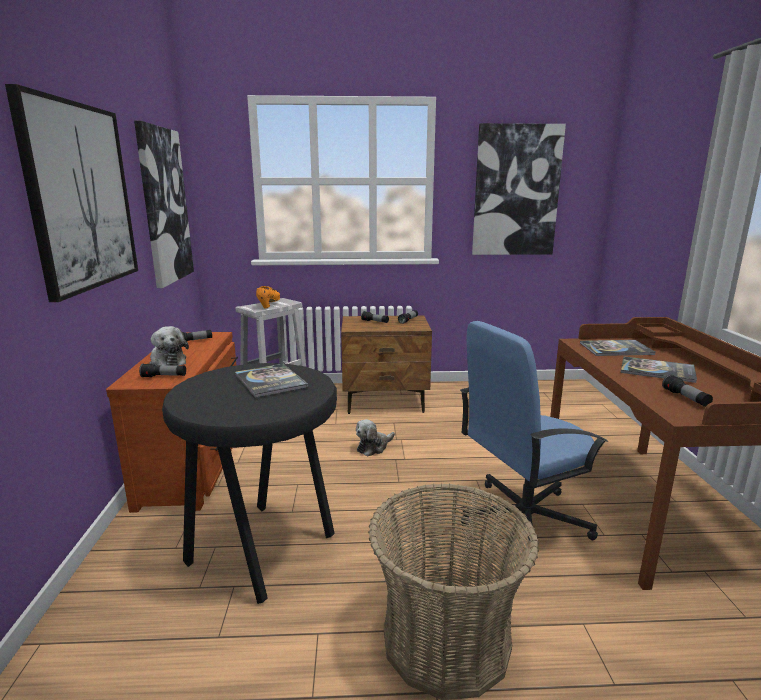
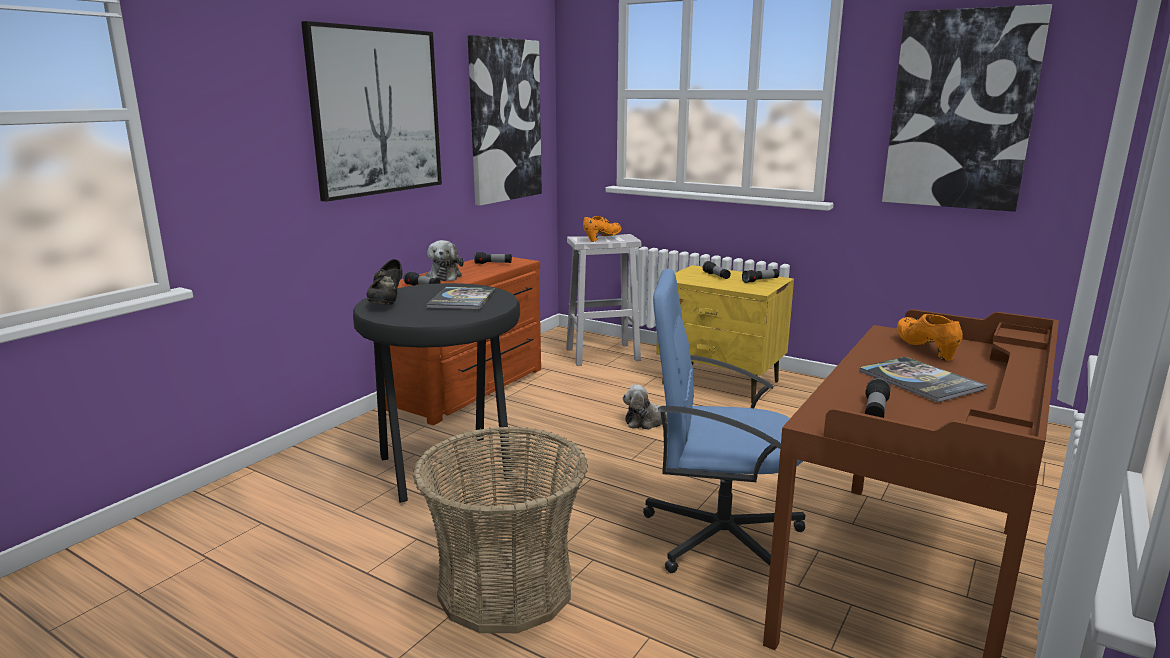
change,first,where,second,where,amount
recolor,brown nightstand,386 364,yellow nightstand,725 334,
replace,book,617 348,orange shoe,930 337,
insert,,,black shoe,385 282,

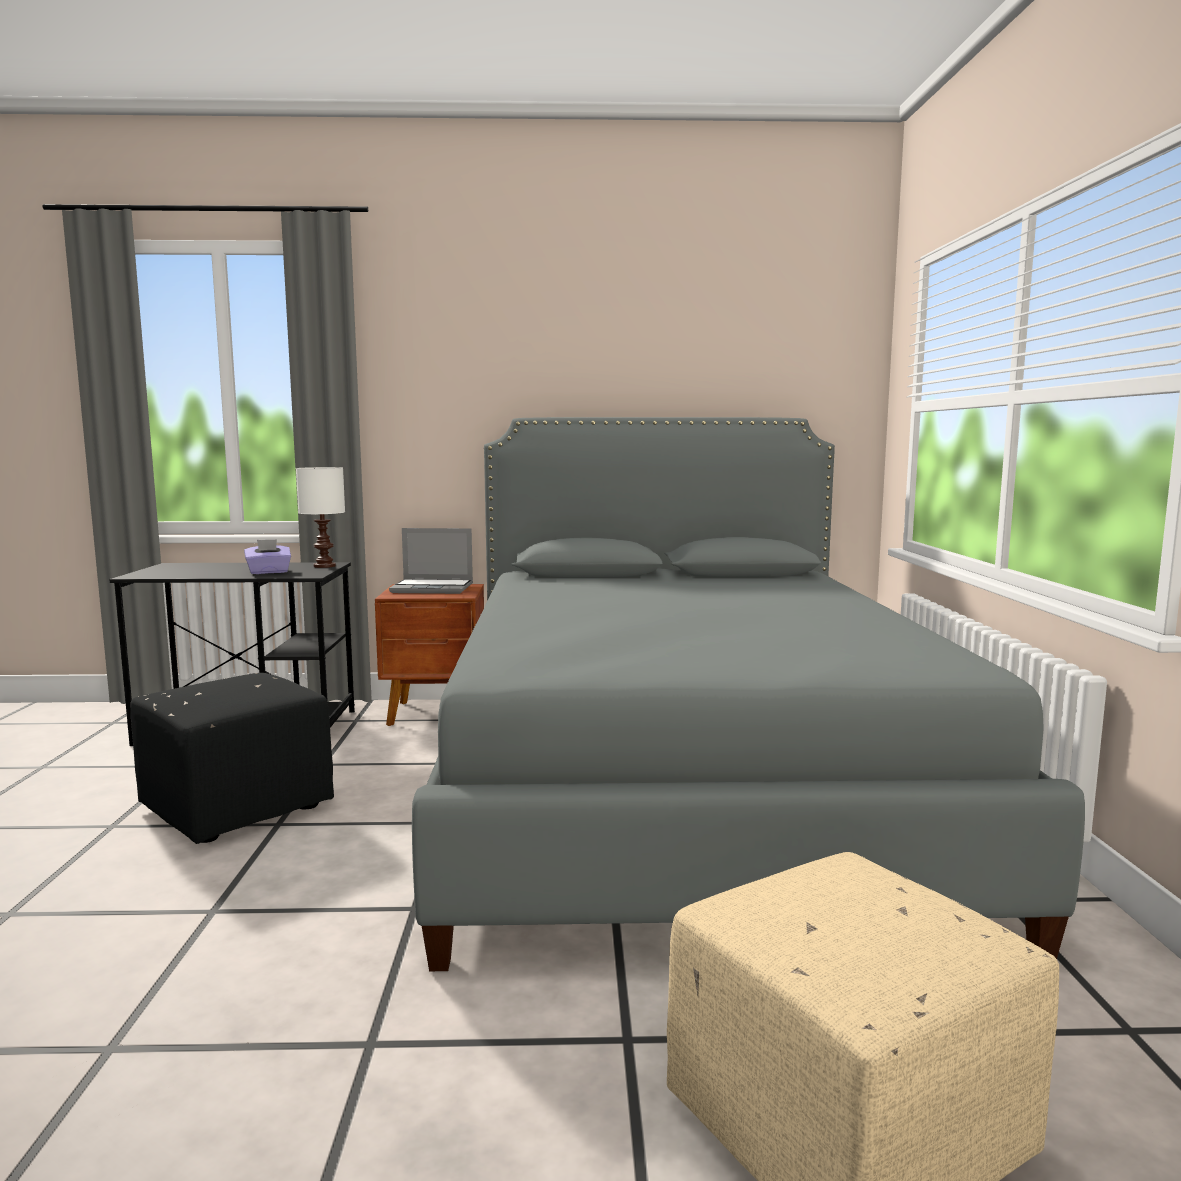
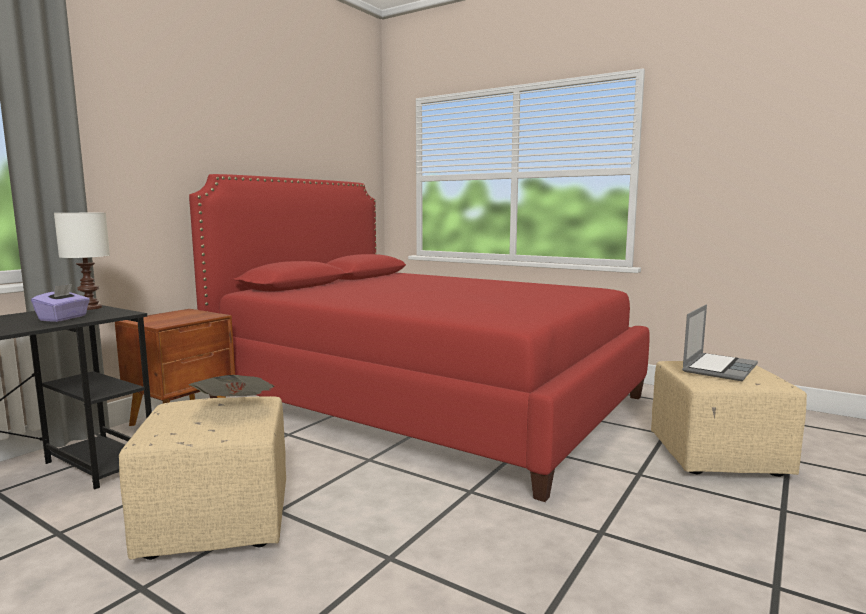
change,first,where,second,where,amount
recolor,grey bed,748 694,red bed,419 338,
move,laptop,431 561,,720 342,
recolor,black ottoman,232 758,beige ottoman,202 478,
insert,,,newspaper,231 386,

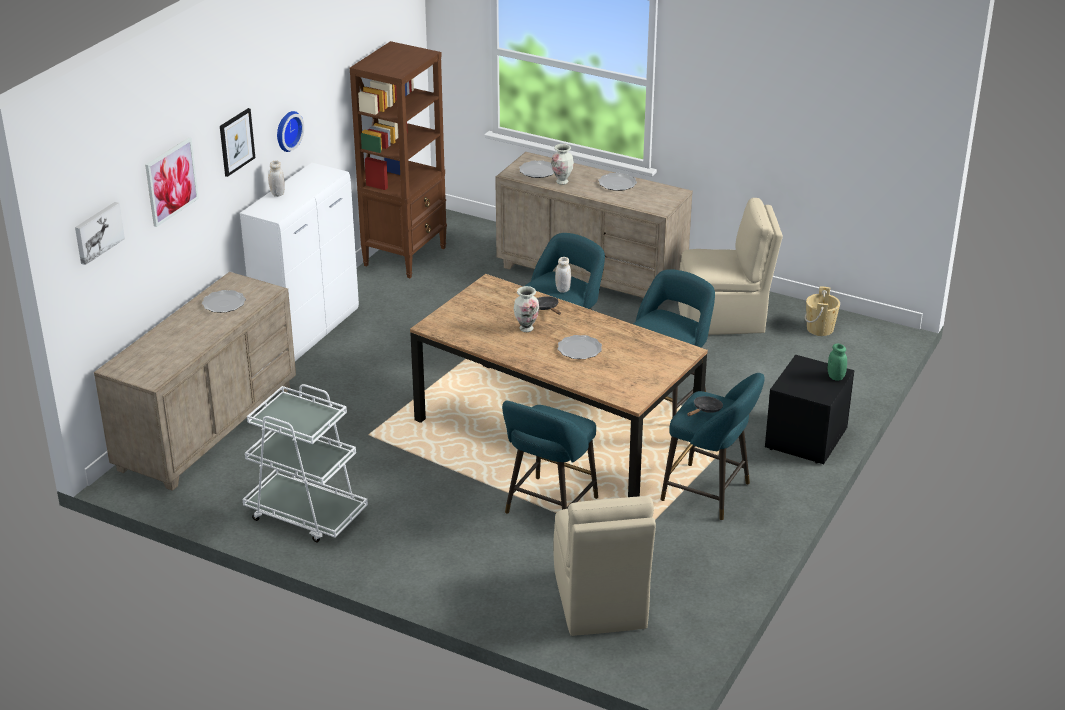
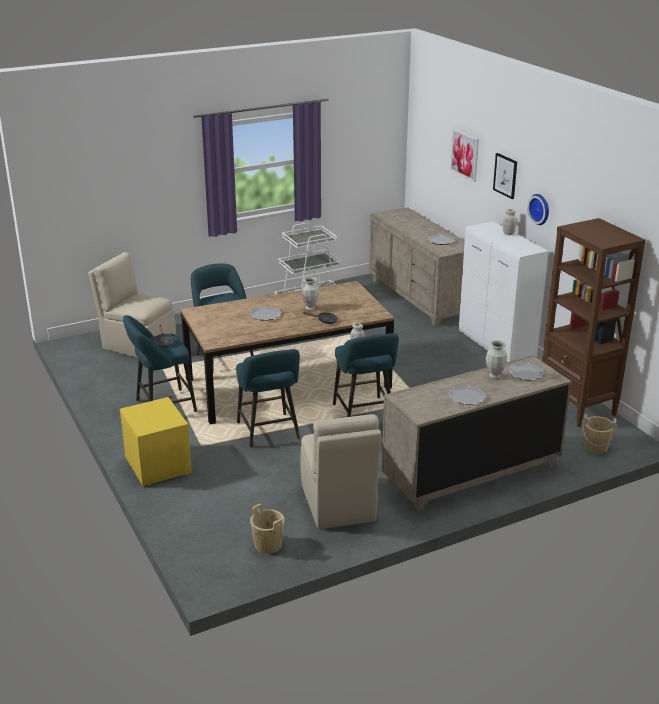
change,first,where,second,where,amount
rotate,beige chair,730 266,,340 471,45 degrees counterclockwise
delete,picture,100 233,,,
delete,green jar,837 362,,,
recolor,black nightstand,810 409,yellow nightstand,156 441,
insert,,,beige bucket,599 434,

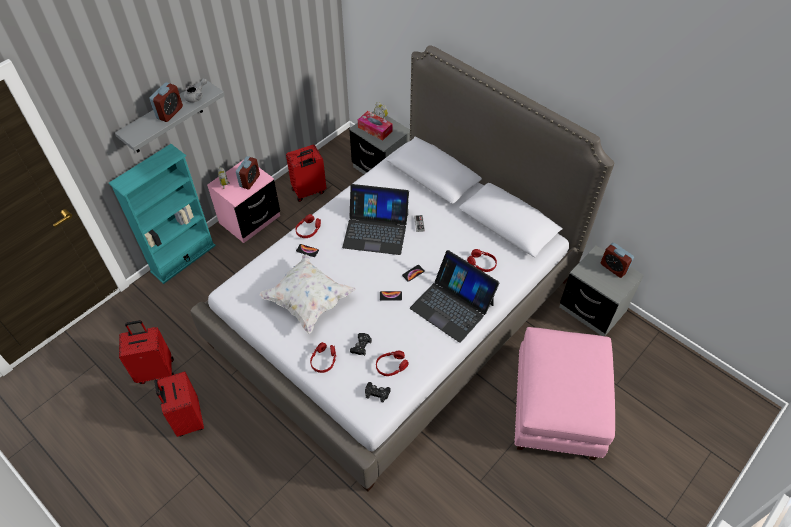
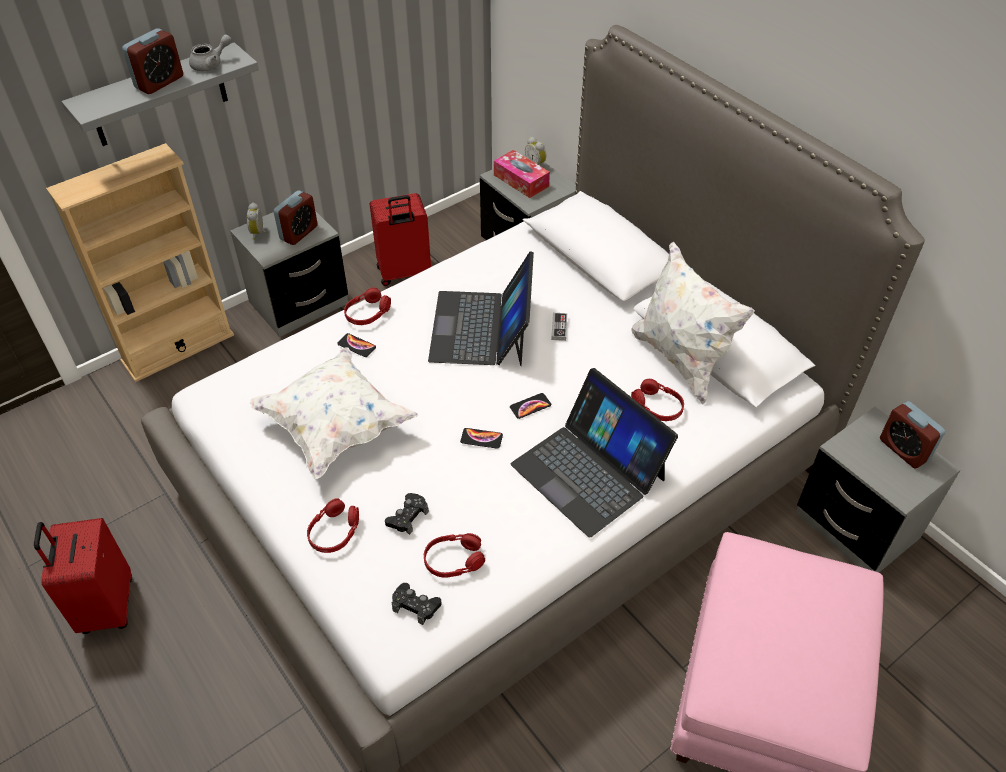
change,first,where,second,where,amount
recolor,turquoise bookcase,162 214,beige bookcase,140 262,
recolor,pink nightstand,243 202,grey nightstand,289 274,
rotate,laptop,375 219,,481 308,75 degrees clockwise
delete,red suitcase,146 352,,,
insert,,,white pillow,693 323,

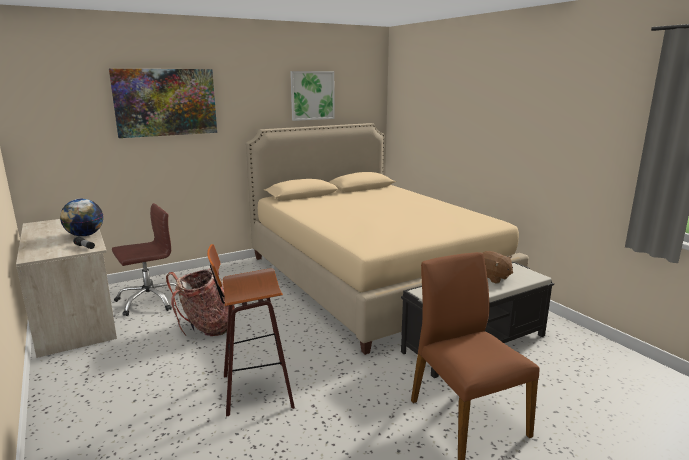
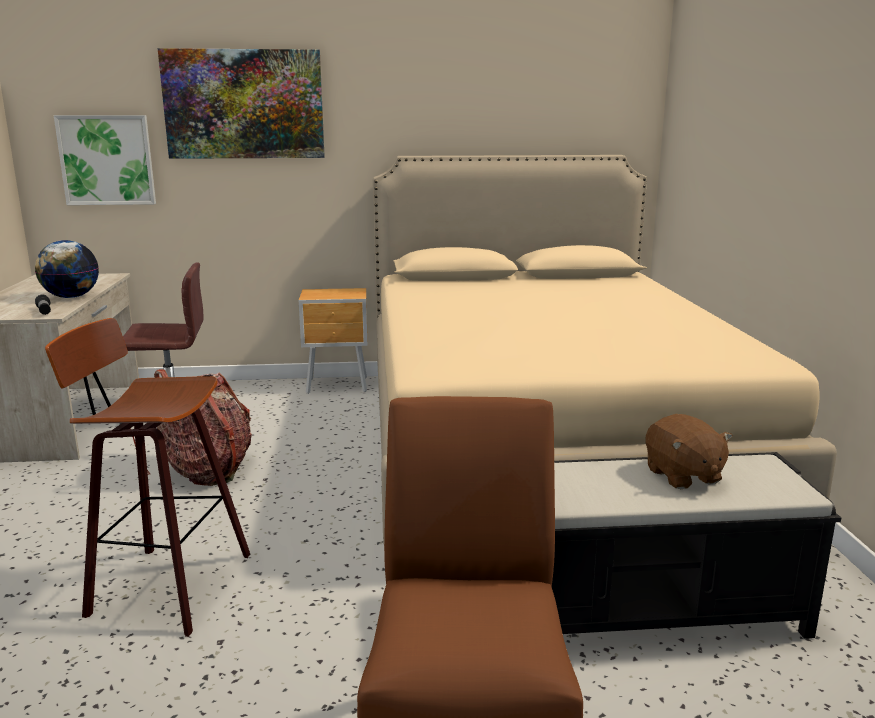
change,first,where,second,where,amount
move,picture,312 96,,105 160,
insert,,,brown nightstand,333 341,

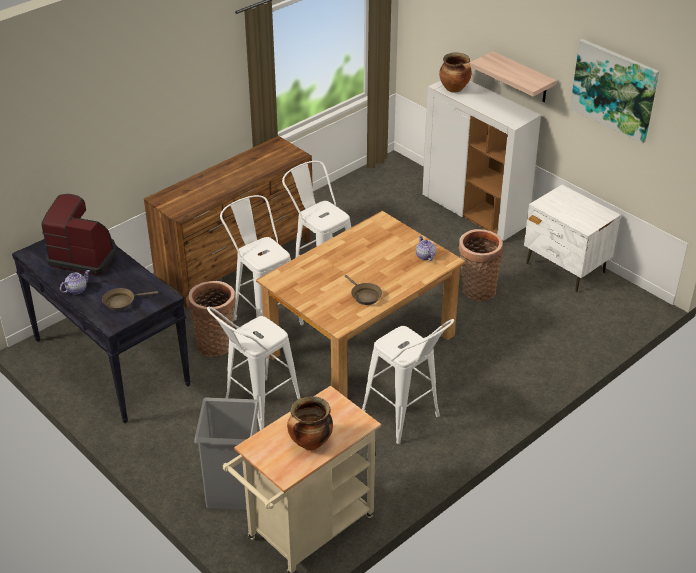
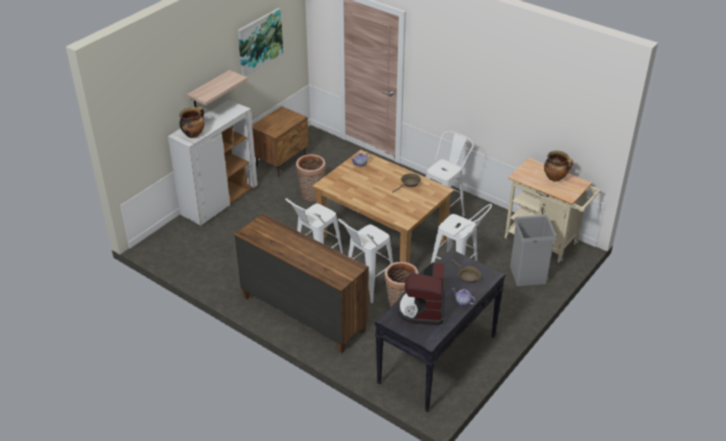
change,first,where,second,where,amount
recolor,white nightstand,572 238,brown nightstand,280 141,

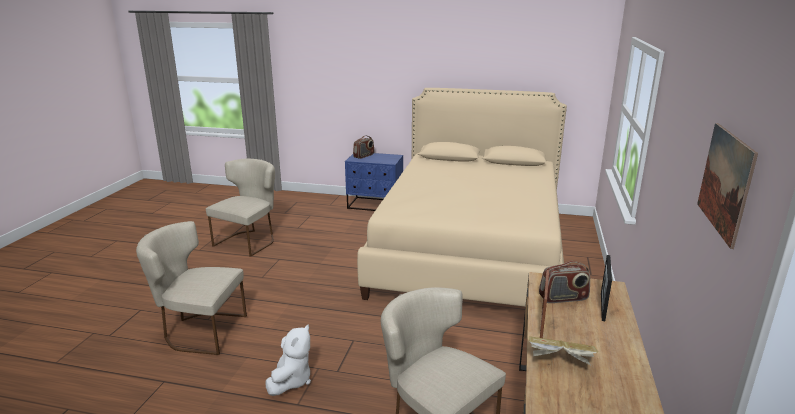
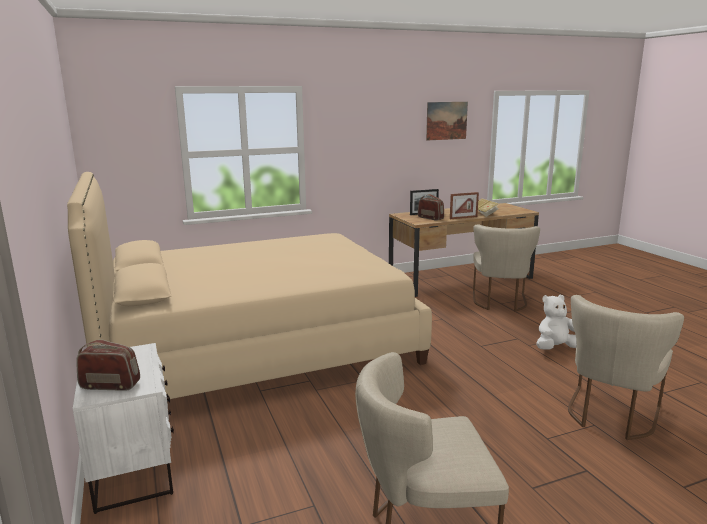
change,first,where,second,where,amount
recolor,blue nightstand,374 182,white nightstand,123 428,
rotate,beige chair,191 288,,626 367,60 degrees clockwise

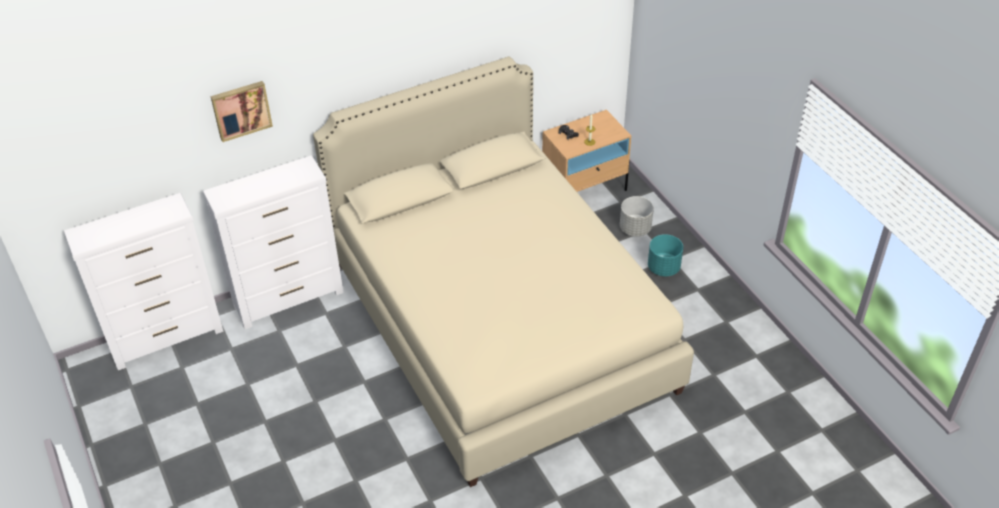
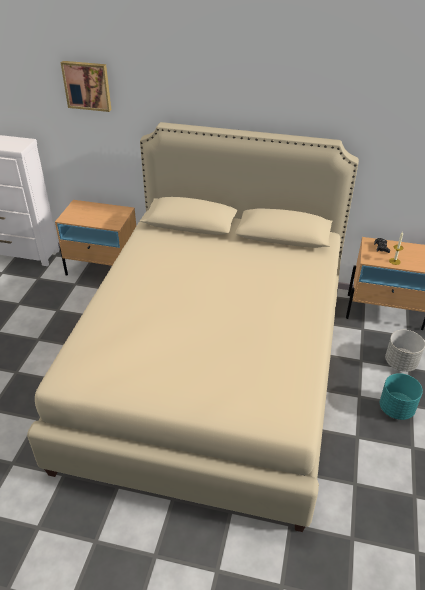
change,first,where,second,where,amount
replace,white dresser,273 242,beige nightstand,95 238,

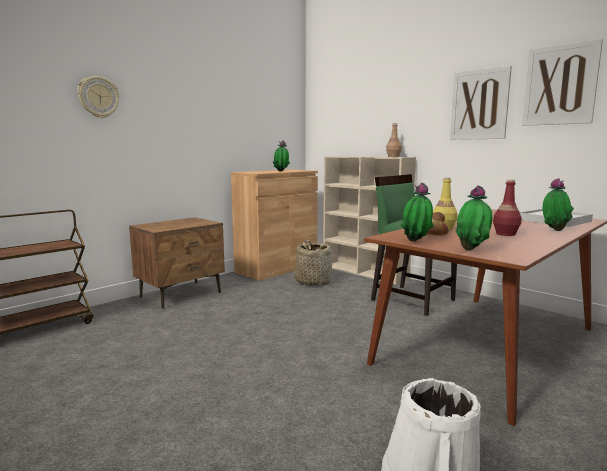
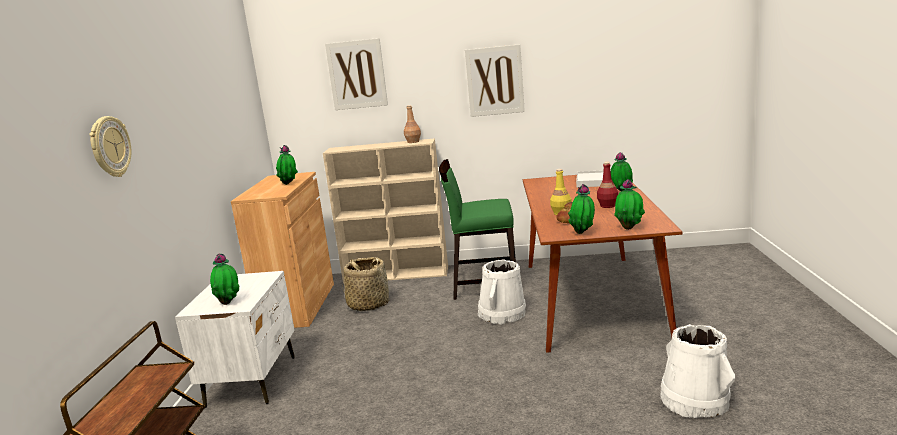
change,first,where,second,where,amount
move,picture,562 82,,356 74,
recolor,brown nightstand,177 263,white nightstand,235 339,
insert,,,potted plant,225 279,
insert,,,white bucket,502 292,

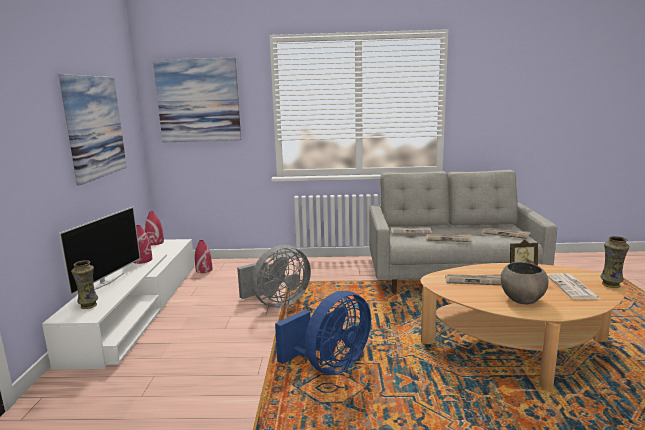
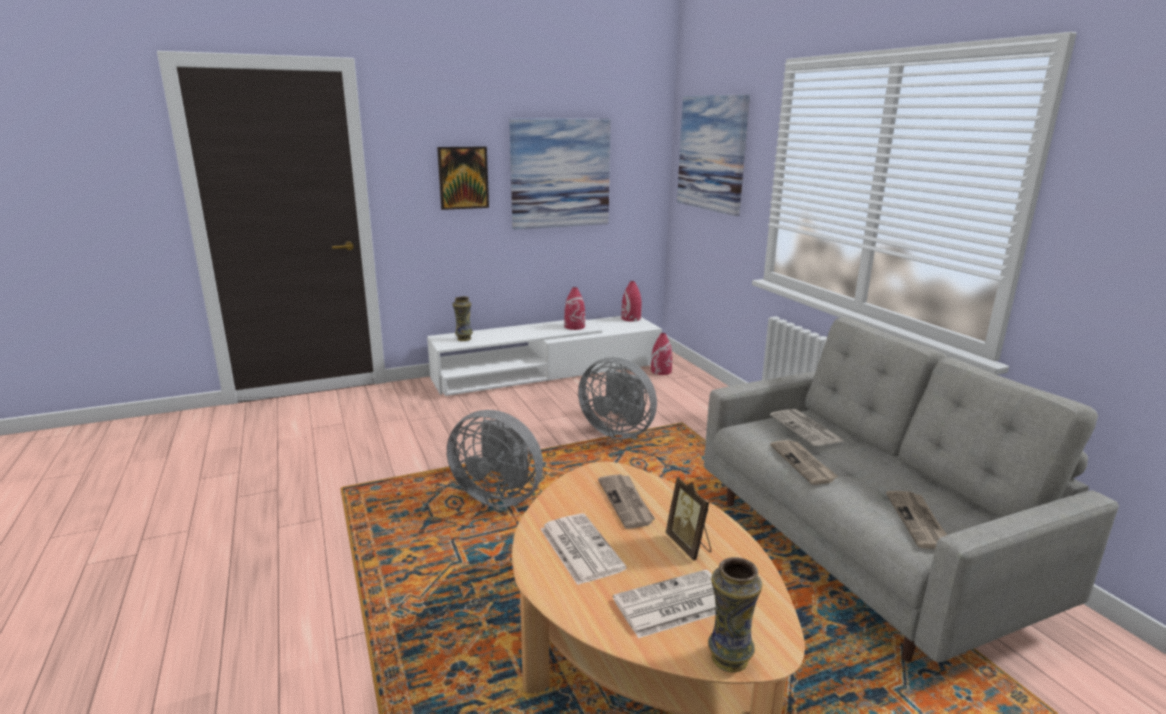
change,first,where,second,where,amount
delete,television,100 251,,,
replace,grey bowl,524 283,newspaper,584 549,
recolor,blue fan,323 333,grey fan,495 458,
insert,,,picture,463 178,

